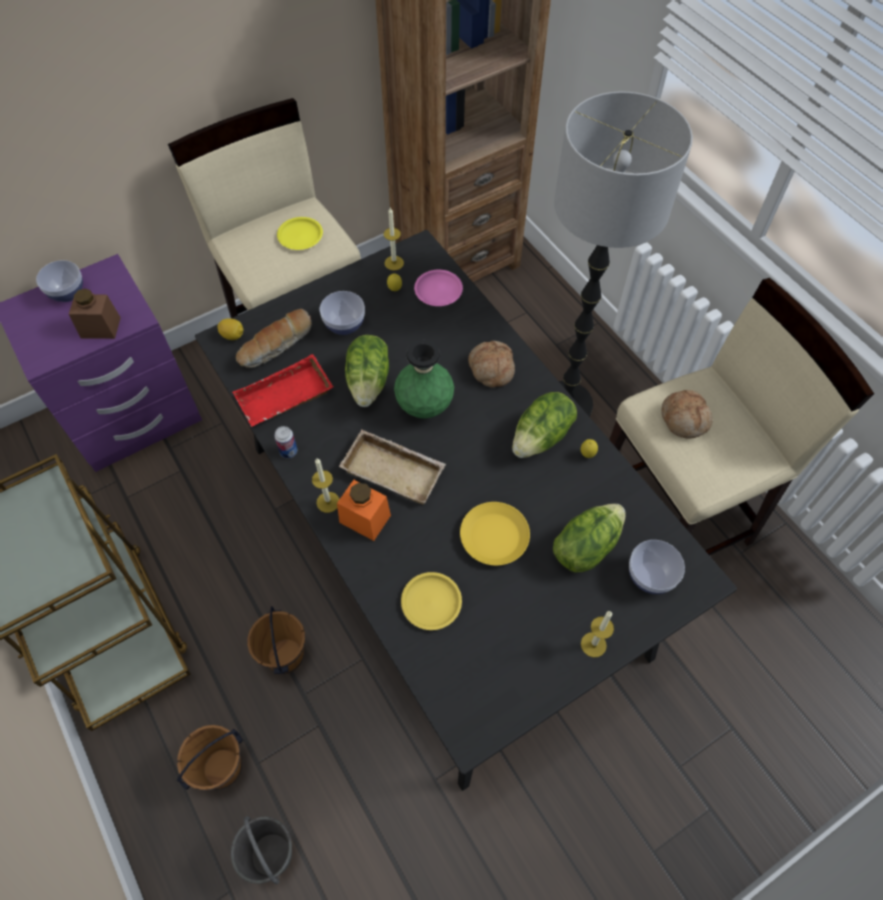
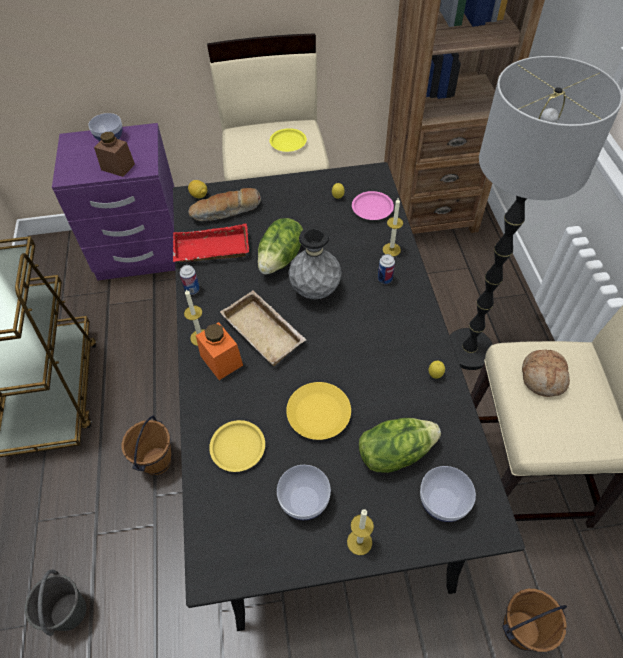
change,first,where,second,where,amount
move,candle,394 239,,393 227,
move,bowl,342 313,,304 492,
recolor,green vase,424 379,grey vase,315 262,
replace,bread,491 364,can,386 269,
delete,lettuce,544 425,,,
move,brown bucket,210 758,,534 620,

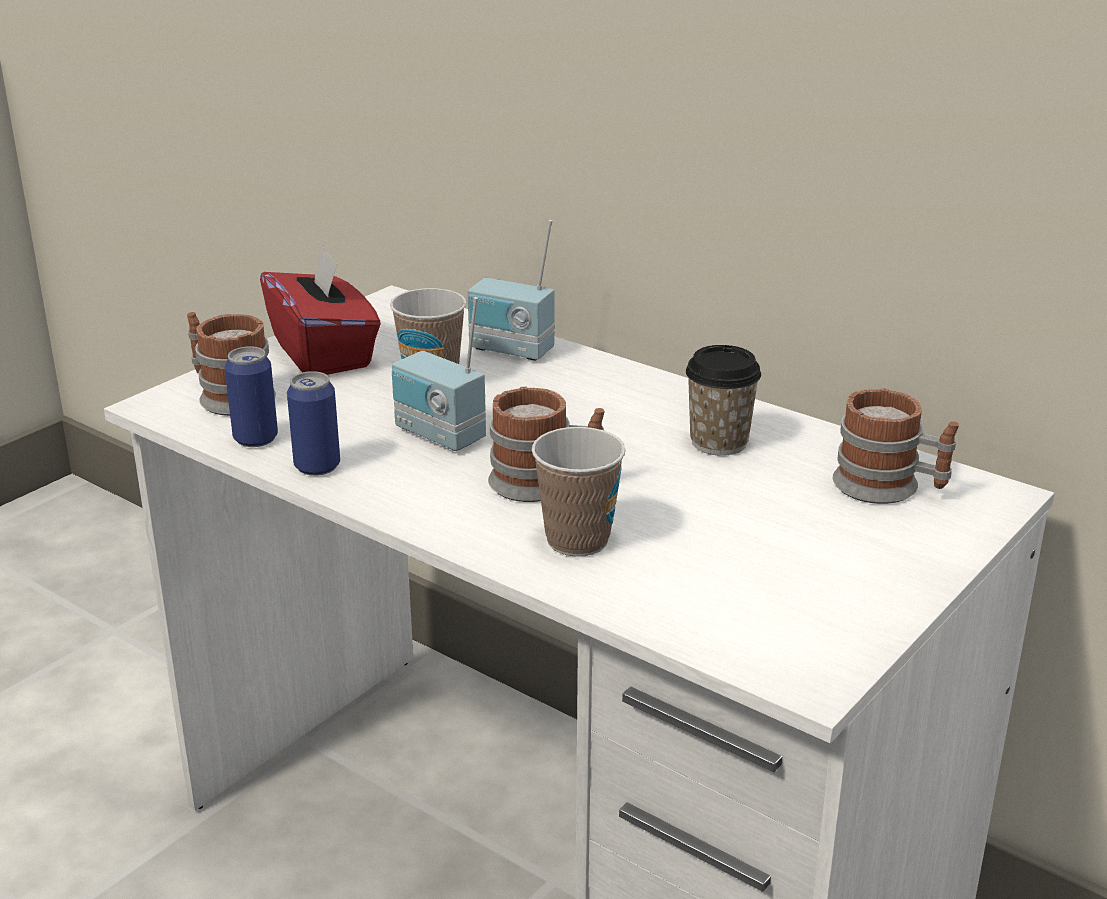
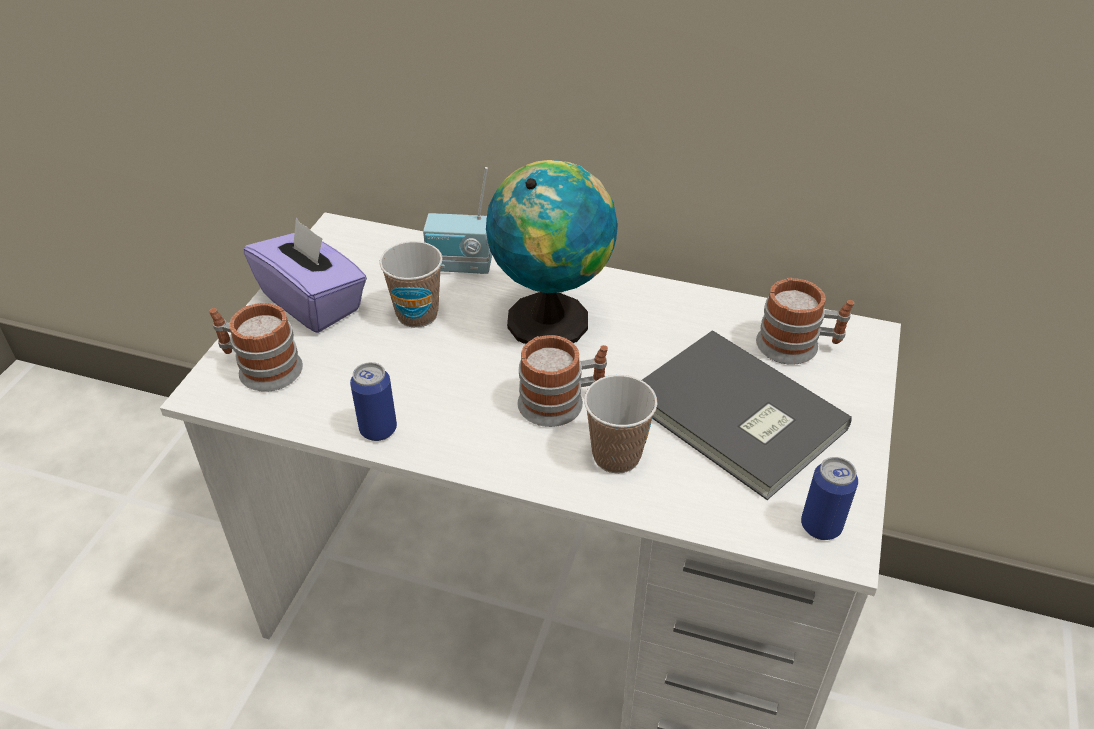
change,first,where,second,where,amount
recolor,red tissue box,320 311,purple tissue box,305 275,
delete,radio,439 374,,,
delete,cup,723 400,,,
move,can,251 396,,829 498,
insert,,,globe,552 252,
insert,,,grey book,747 415,

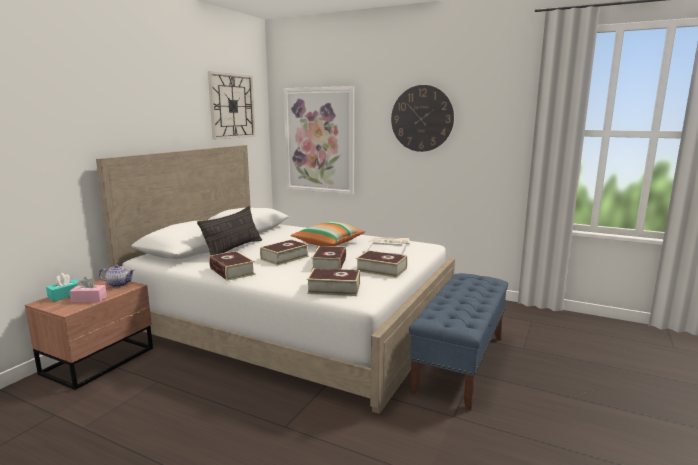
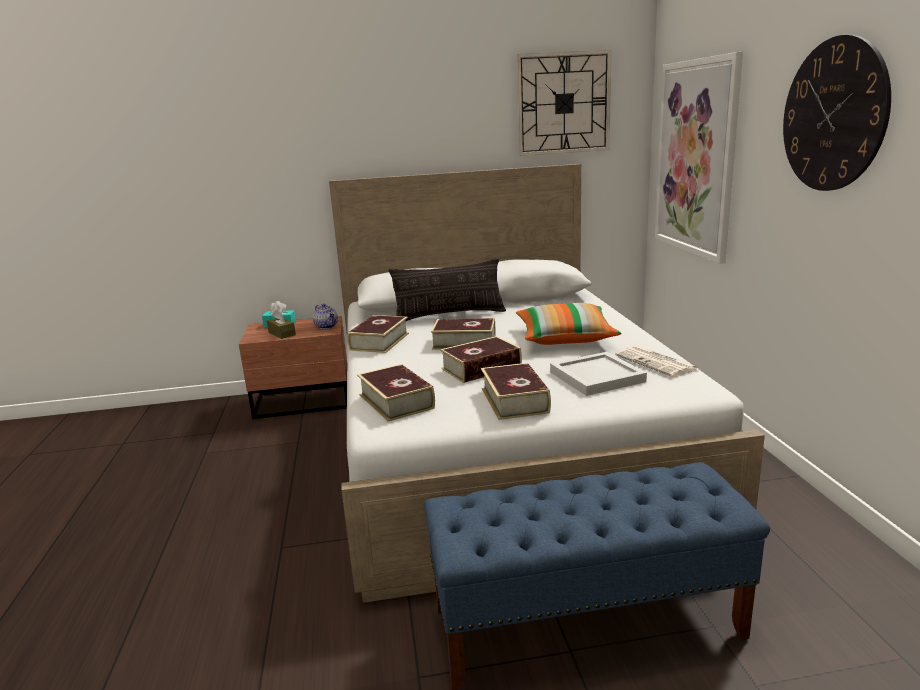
change,first,where,second,where,amount
recolor,pink tissue box,88 290,brown tissue box,281 324,

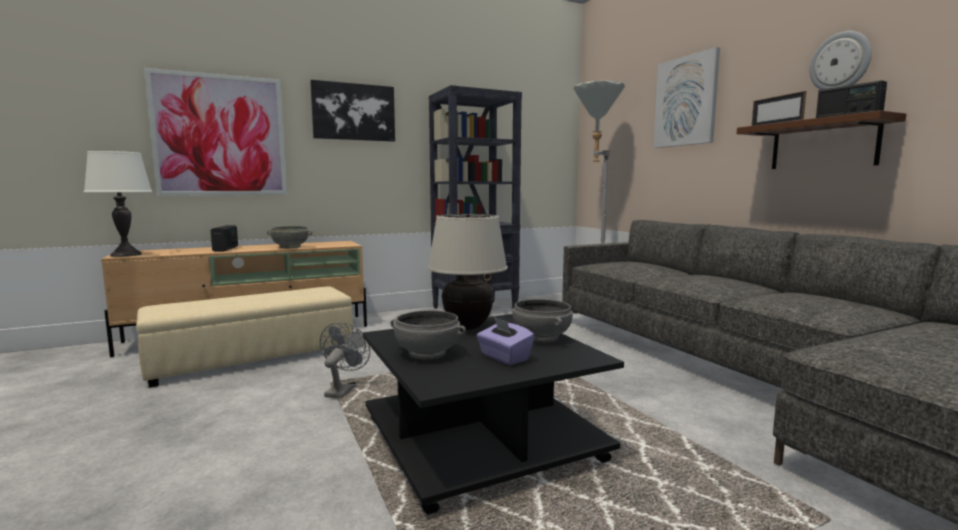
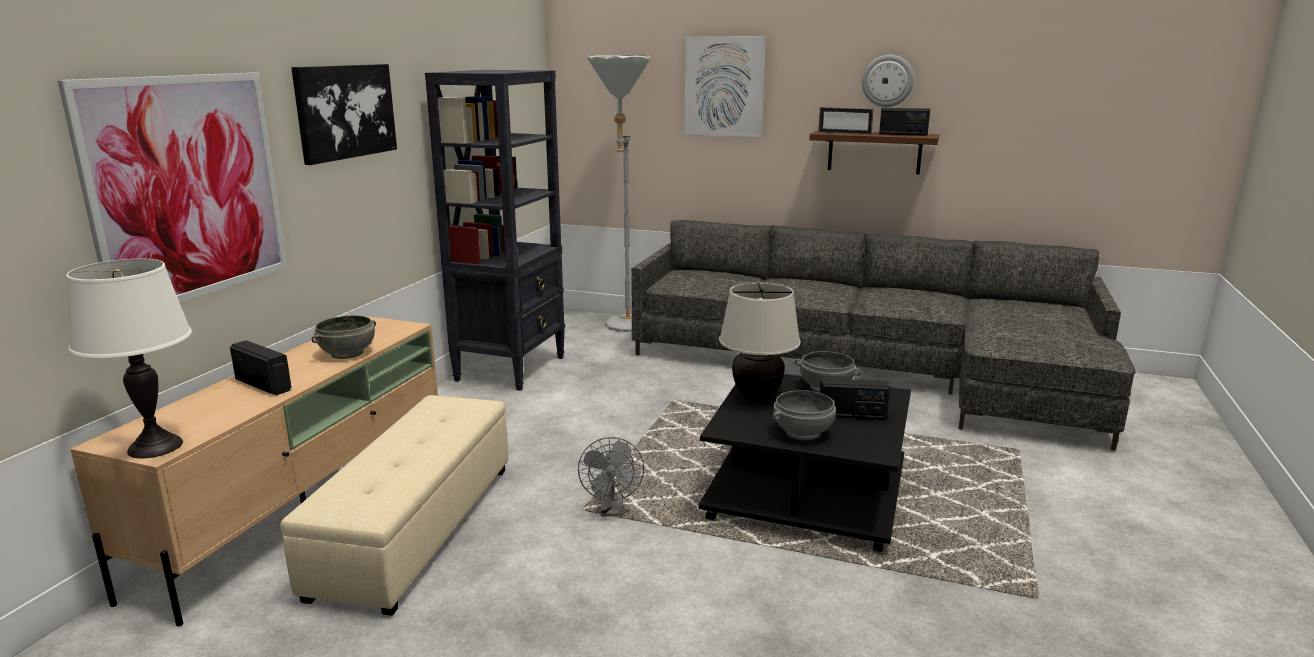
change,first,where,second,where,amount
replace,purple tissue box,505 341,radio,855 399,
rotate,grey fan,345 360,,611 477,150 degrees counterclockwise

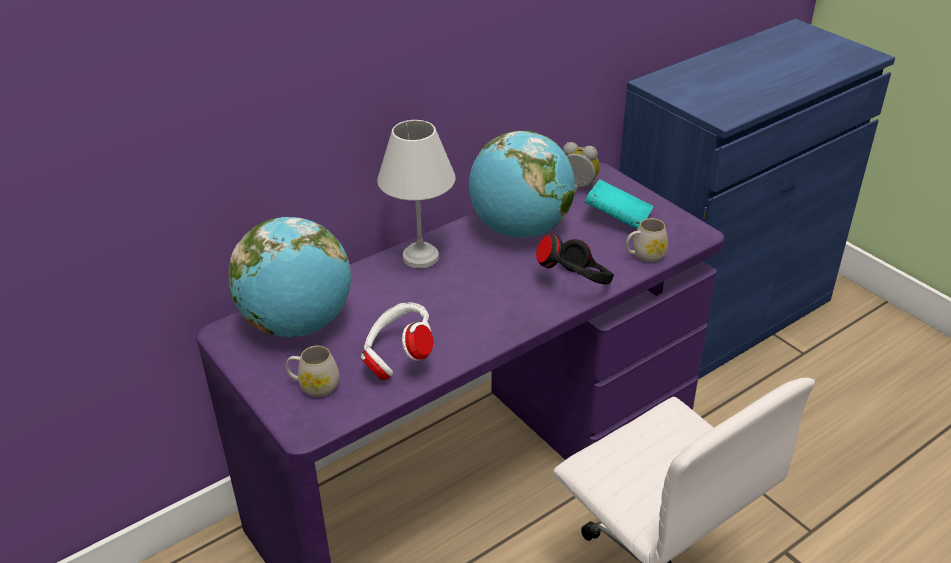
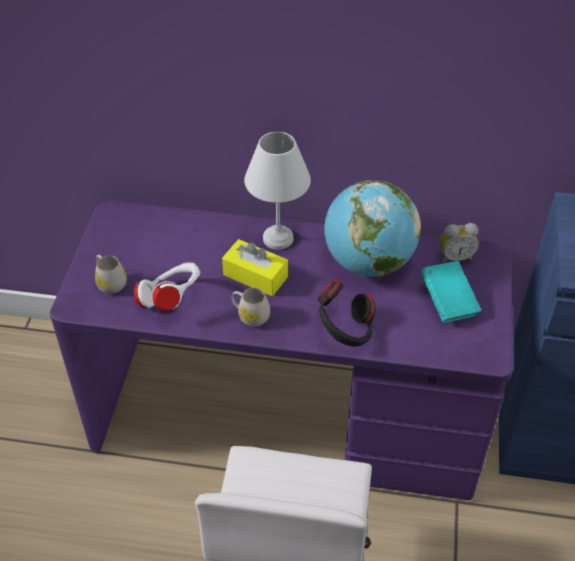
change,first,where,second,where,amount
rotate,alarm clock,581 168,,459 243,105 degrees clockwise
delete,globe,290 277,,,
move,white mug,647 240,,250 307,
insert,,,yellow tissue box,255 267,

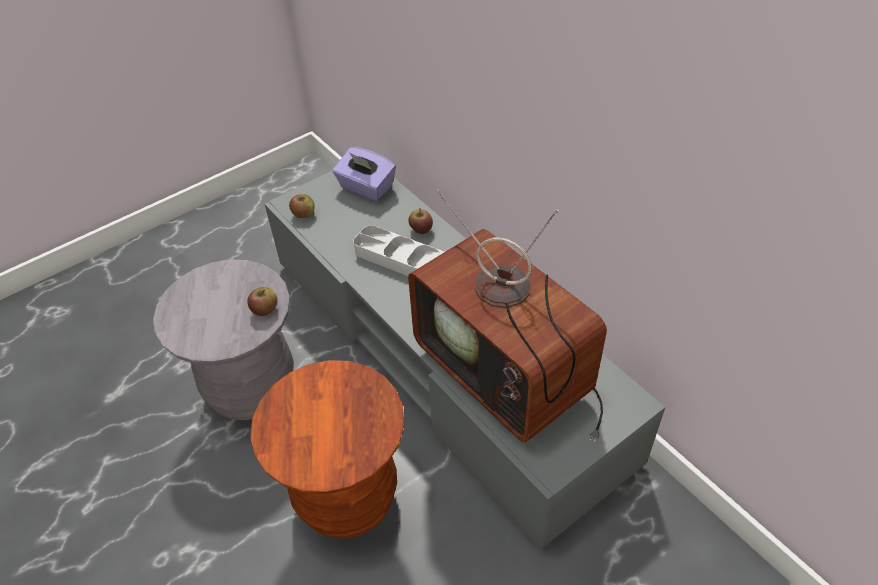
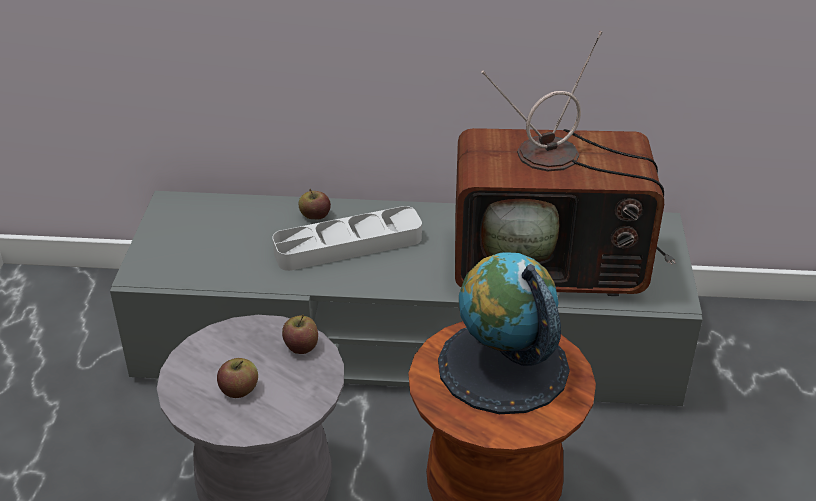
change,first,where,second,where,amount
delete,purple tissue box,364 174,,,
move,apple,302 206,,237 378,
insert,,,globe,504 333,

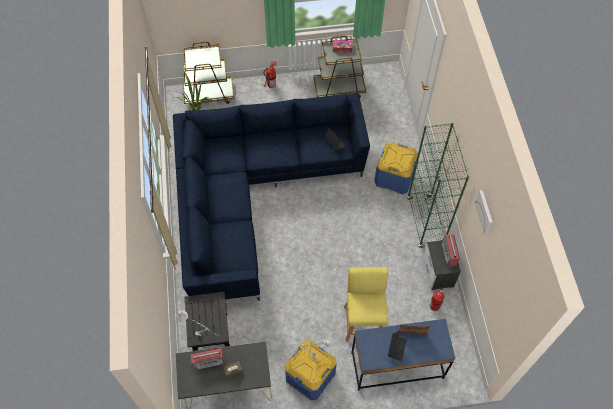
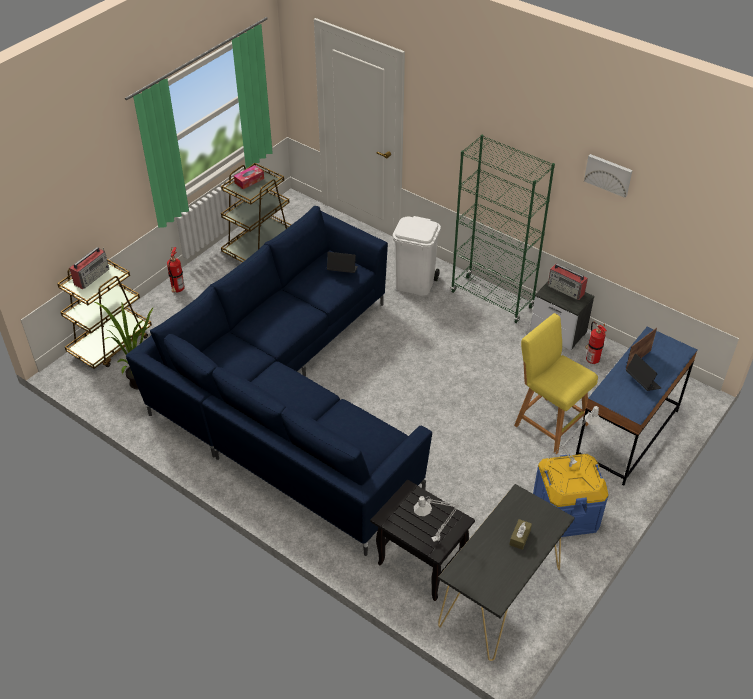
change,first,where,second,where,amount
replace,blue storage box,396 168,white trash can,417 256,
move,radio,208 359,,89 268,

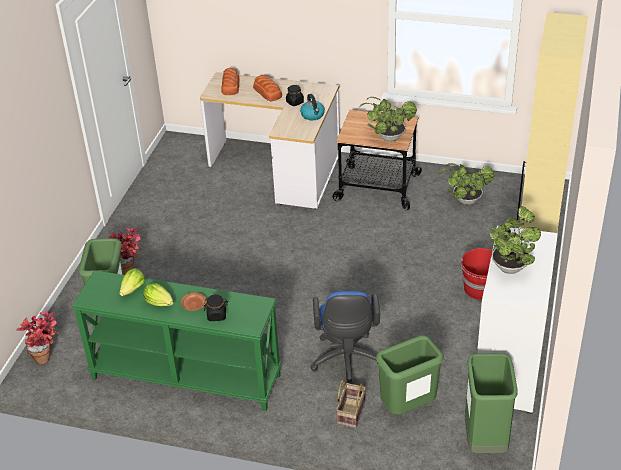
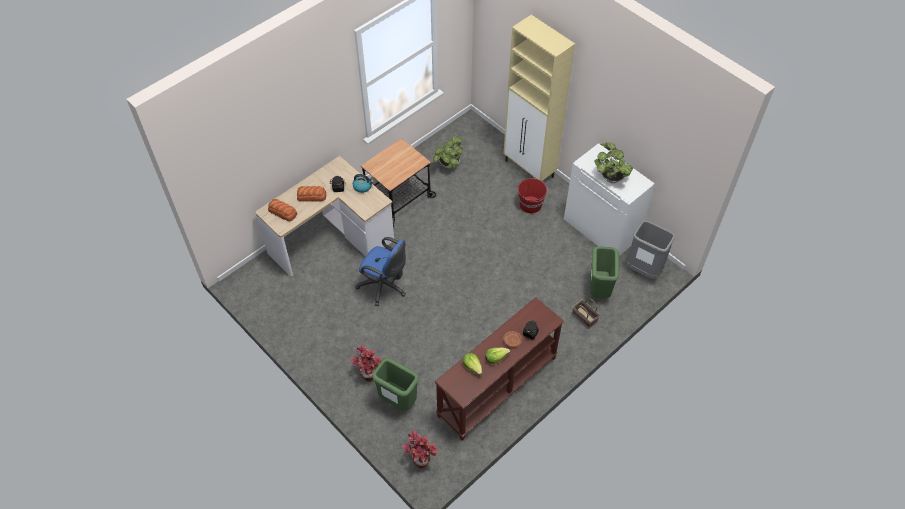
change,first,where,second,where,amount
delete,potted plant,388 119,,,
recolor,green console table,176 340,brown console table,499 369,
move,blue office chair,345 337,,380 271,
recolor,green trash can,491 403,grey trash can,650 250,

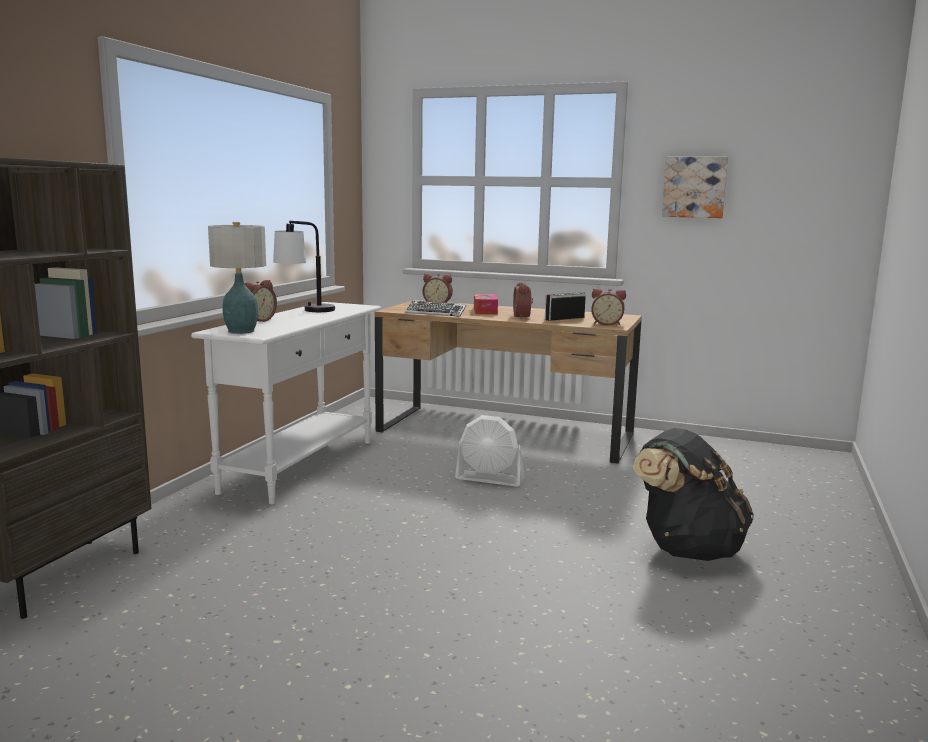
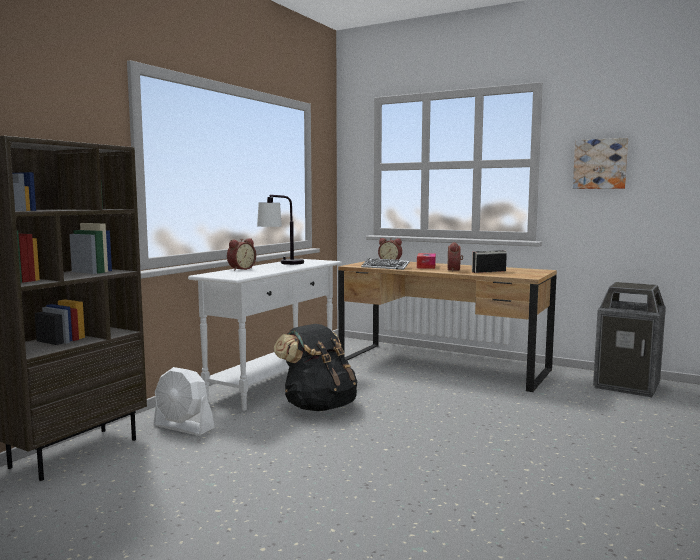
change,first,where,second,where,amount
delete,table lamp,237 278,,,
delete,alarm clock,608 307,,,
move,white fan,490 451,,184 401,
move,black backpack,693 494,,316 367,
insert,,,trash can,629 339,

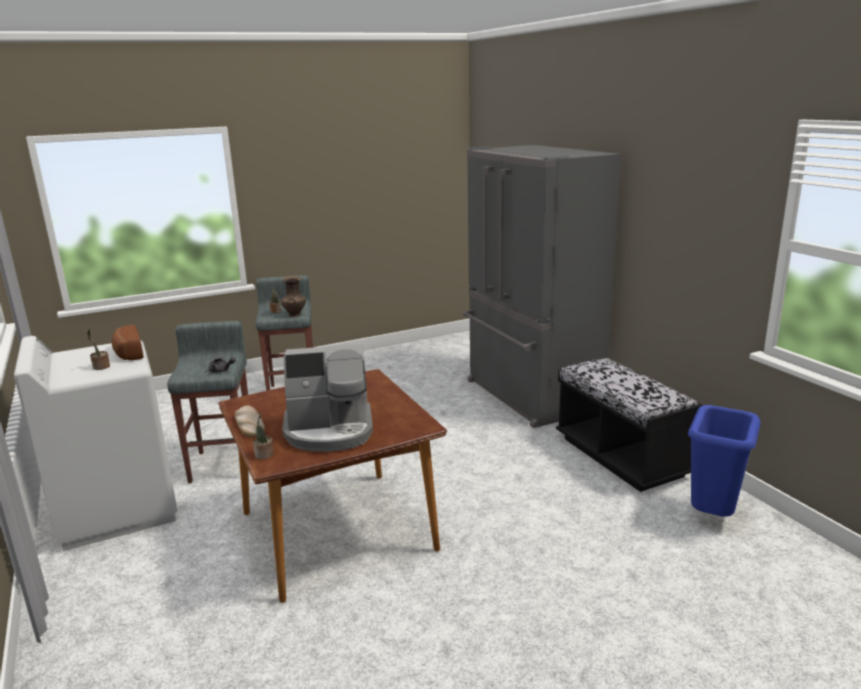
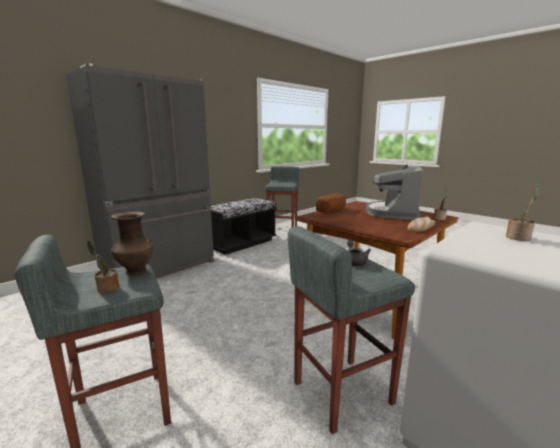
change,first,where,second,where,amount
move,bread,127 342,,331 203,
rotate,coffee machine,327 398,,394 192,135 degrees counterclockwise
replace,blue trash can,724 461,grey stool,282 196,

